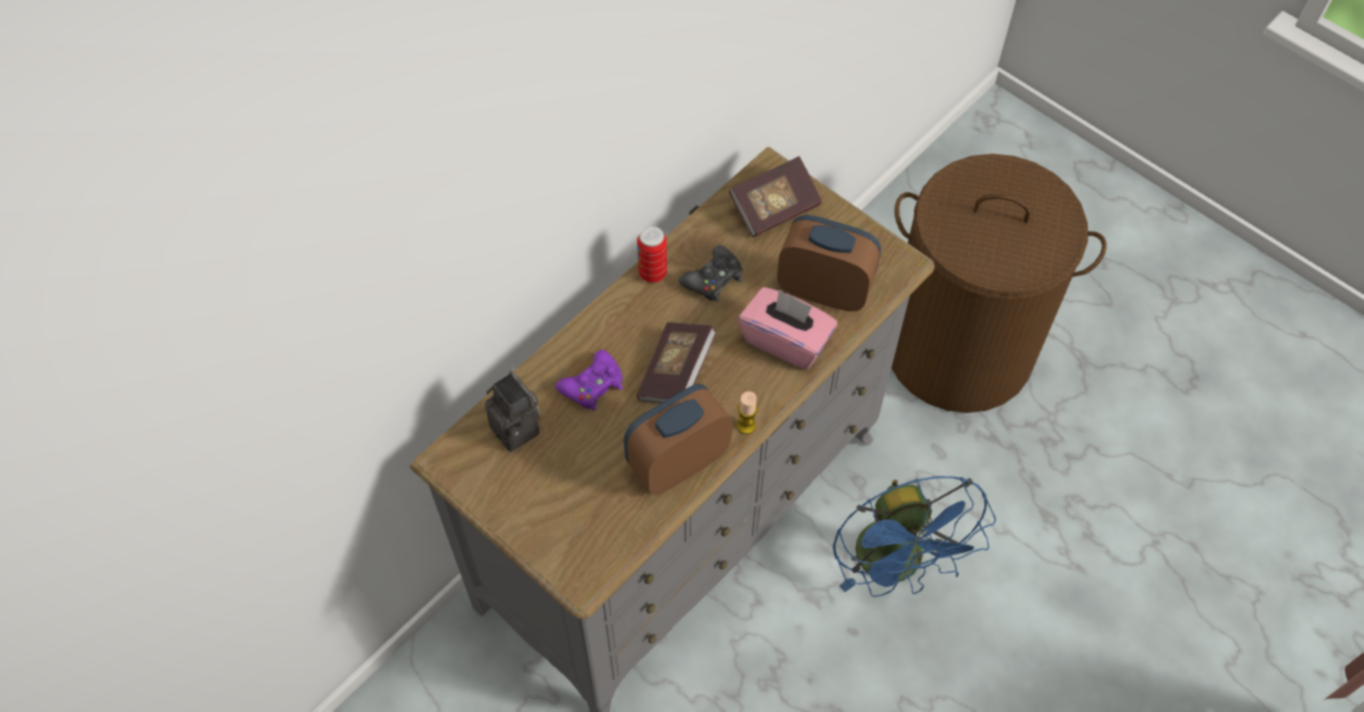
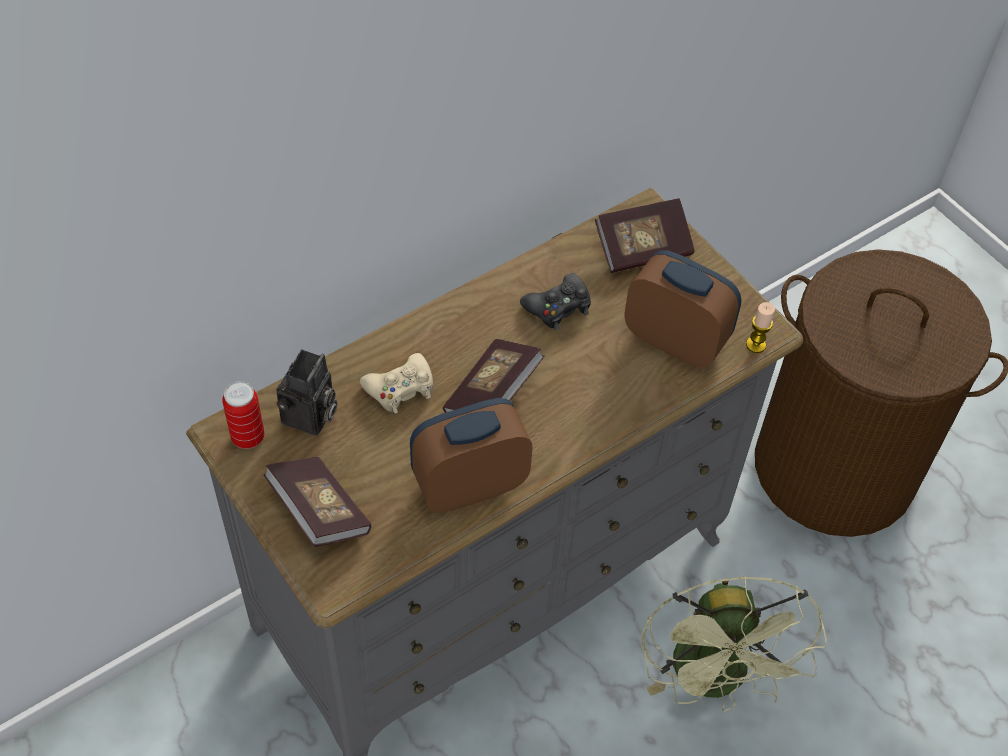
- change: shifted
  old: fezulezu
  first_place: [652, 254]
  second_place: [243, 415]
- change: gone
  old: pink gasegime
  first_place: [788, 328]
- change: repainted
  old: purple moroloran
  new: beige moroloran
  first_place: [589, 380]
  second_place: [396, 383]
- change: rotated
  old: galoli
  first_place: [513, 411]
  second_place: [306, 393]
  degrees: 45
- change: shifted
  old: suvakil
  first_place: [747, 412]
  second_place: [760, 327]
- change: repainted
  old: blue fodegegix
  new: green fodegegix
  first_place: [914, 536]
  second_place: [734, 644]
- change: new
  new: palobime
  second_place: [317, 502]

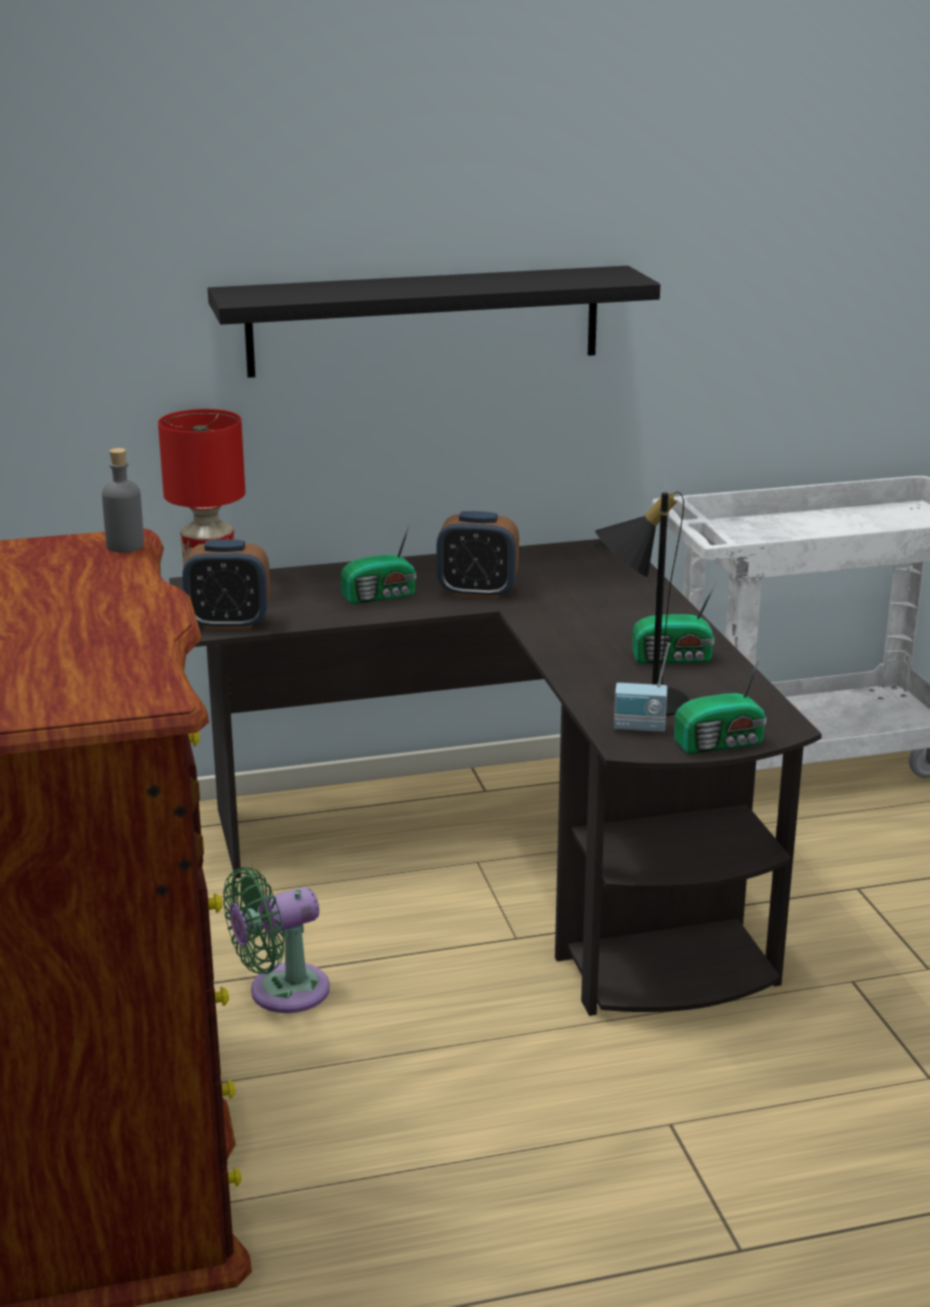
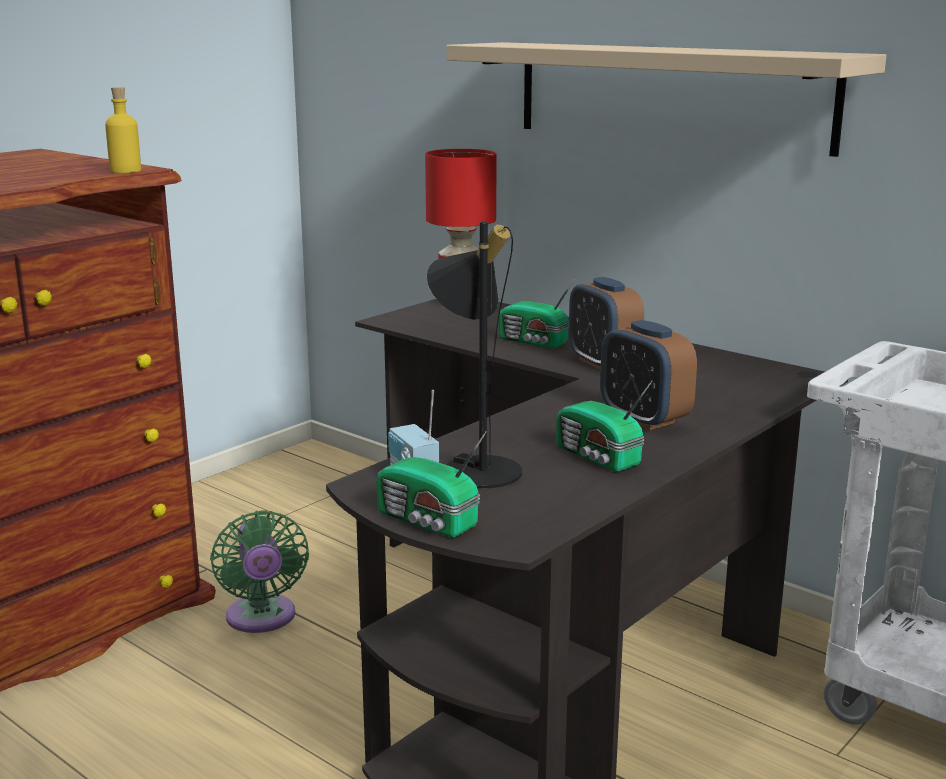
- change: repainted
  old: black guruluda
  new: beige guruluda
  first_place: [434, 322]
  second_place: [667, 99]
- change: repainted
  old: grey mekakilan
  new: yellow mekakilan
  first_place: [123, 500]
  second_place: [123, 130]
- change: shifted
  old: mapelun
  first_place: [226, 584]
  second_place: [648, 375]
- change: rotated
  old: green fodegegix
  first_place: [276, 940]
  second_place: [259, 571]
  degrees: -135

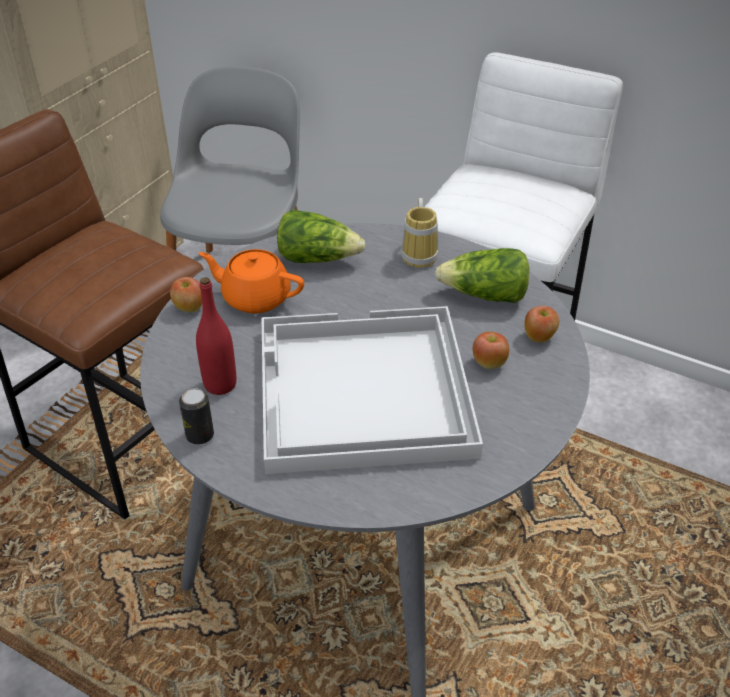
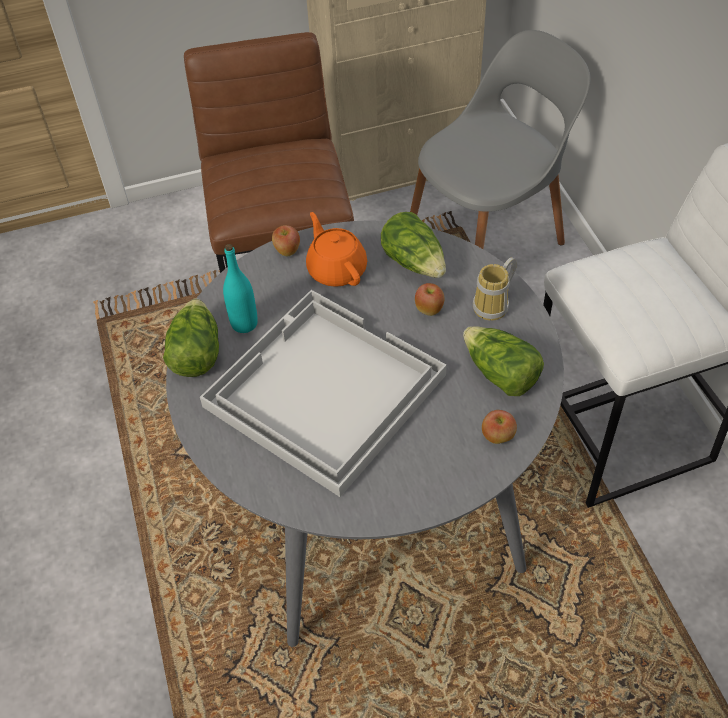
- change: repainted
  old: red mekakilan
  new: turquoise mekakilan
  first_place: [216, 336]
  second_place: [240, 288]
- change: shifted
  old: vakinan
  first_place: [491, 350]
  second_place: [430, 299]
- change: swapped
  old: fezulezu
  new: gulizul
  first_place: [196, 416]
  second_place: [191, 337]

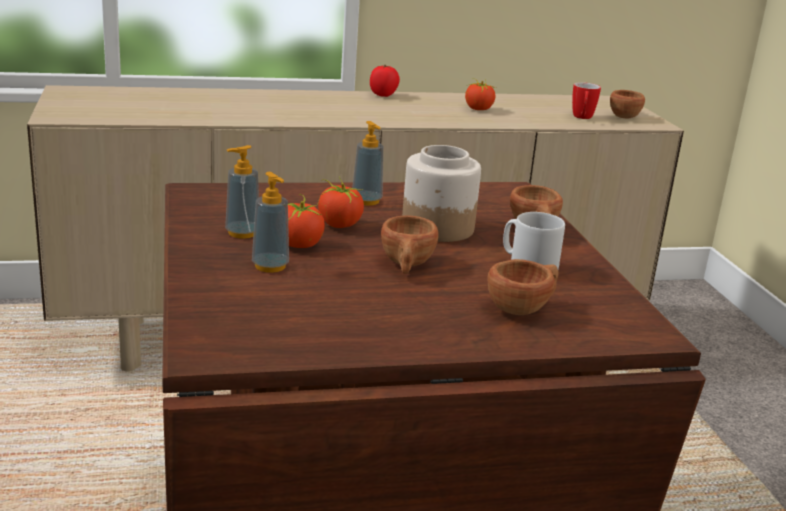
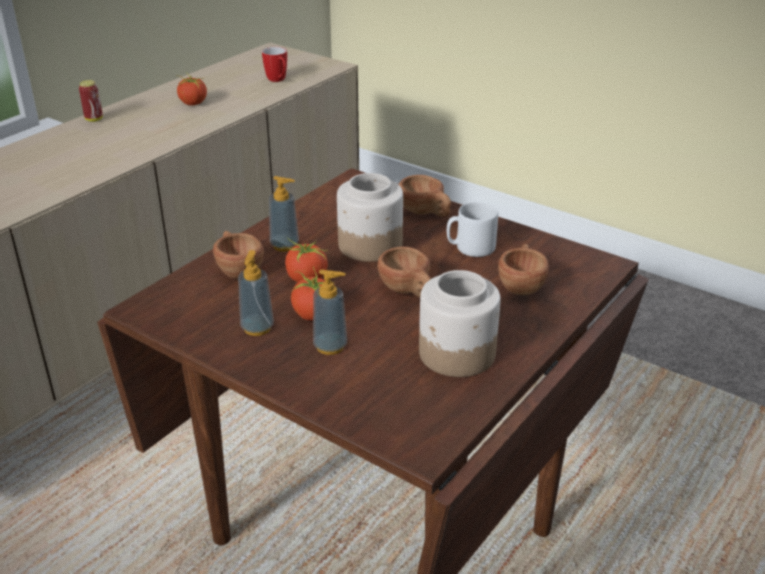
- change: swapped
  old: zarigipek
  new: fezulezu
  first_place: [385, 81]
  second_place: [91, 101]
- change: shifted
  old: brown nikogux
  first_place: [627, 104]
  second_place: [238, 255]
- change: new
  new: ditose
  second_place: [460, 323]

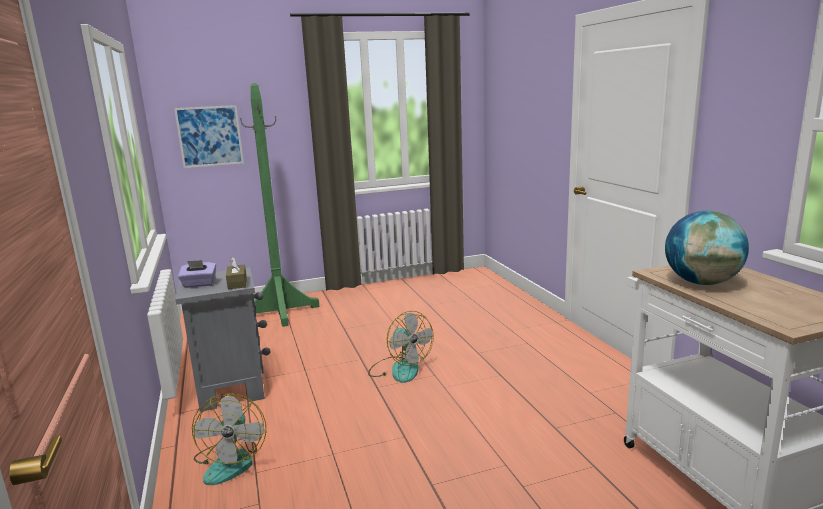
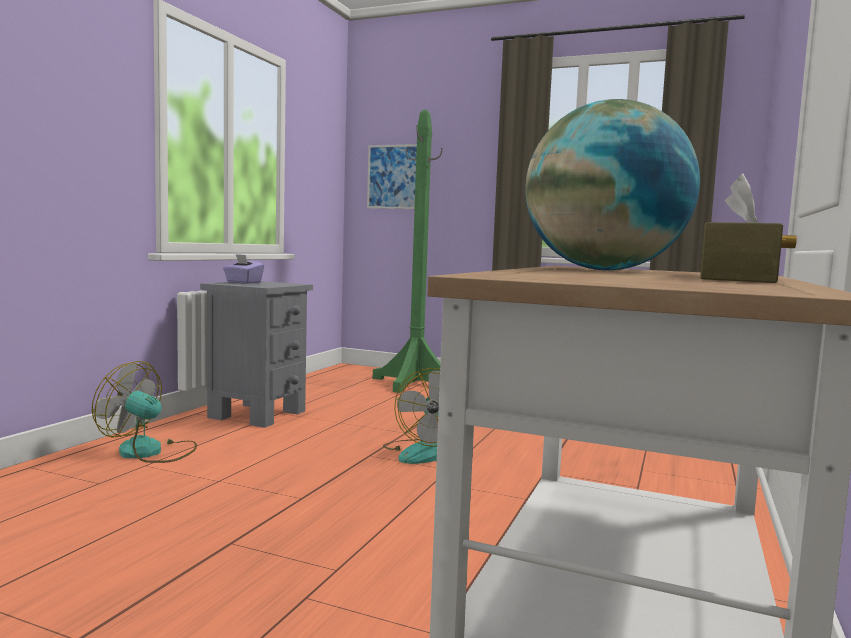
- change: shifted
  old: brown gasegime
  first_place: [236, 273]
  second_place: [741, 228]
- change: rotated
  old: fodegegix
  first_place: [229, 439]
  second_place: [144, 412]
  degrees: 75

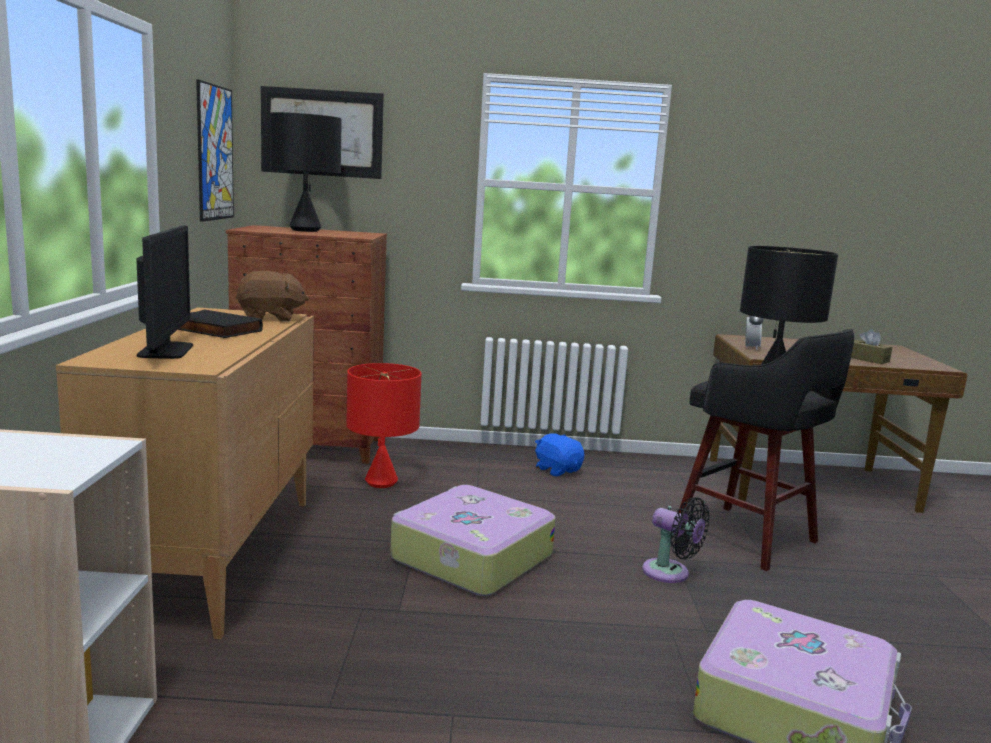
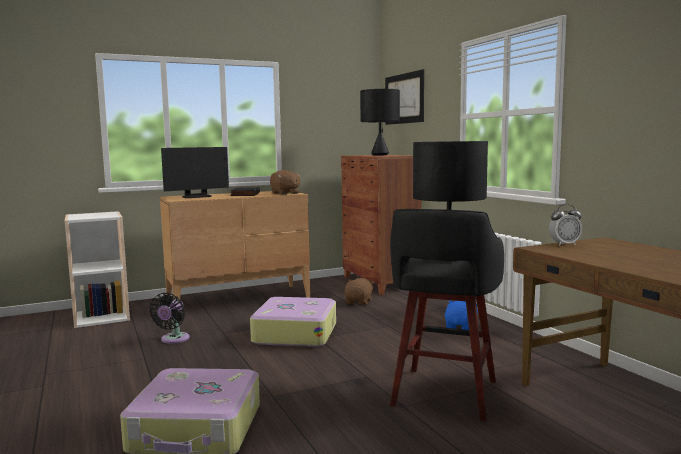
- change: gone
  old: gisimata
  first_place: [215, 150]
- change: gone
  old: brown gasegime
  first_place: [871, 346]
- change: swapped
  old: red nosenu
  new: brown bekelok
  first_place: [384, 425]
  second_place: [359, 291]
- change: shifted
  old: black fodegegix
  first_place: [676, 540]
  second_place: [169, 318]

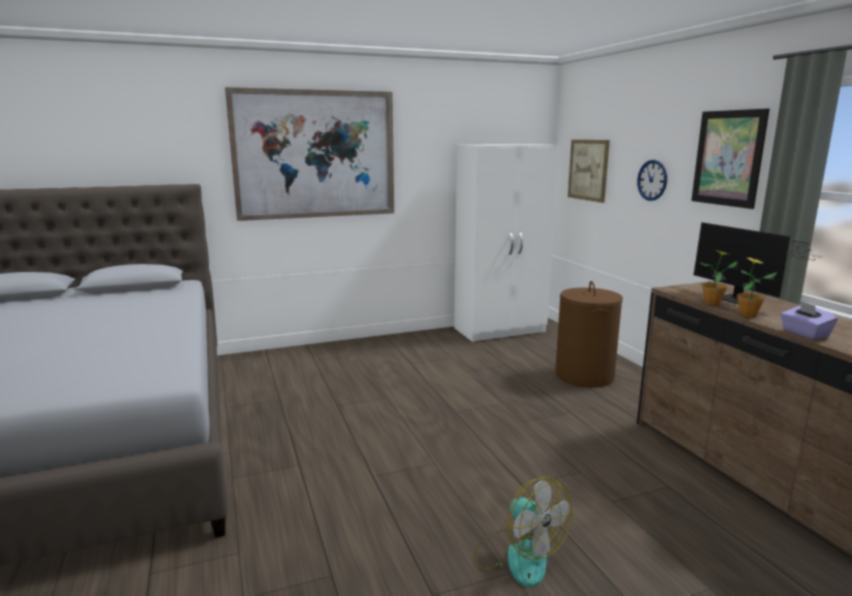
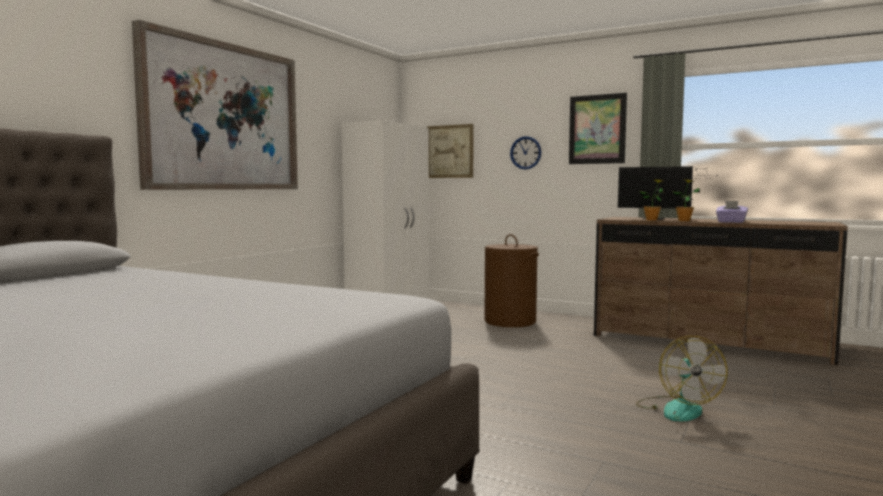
- change: rotated
  old: fodegegix
  first_place: [522, 532]
  second_place: [681, 379]
  degrees: 75

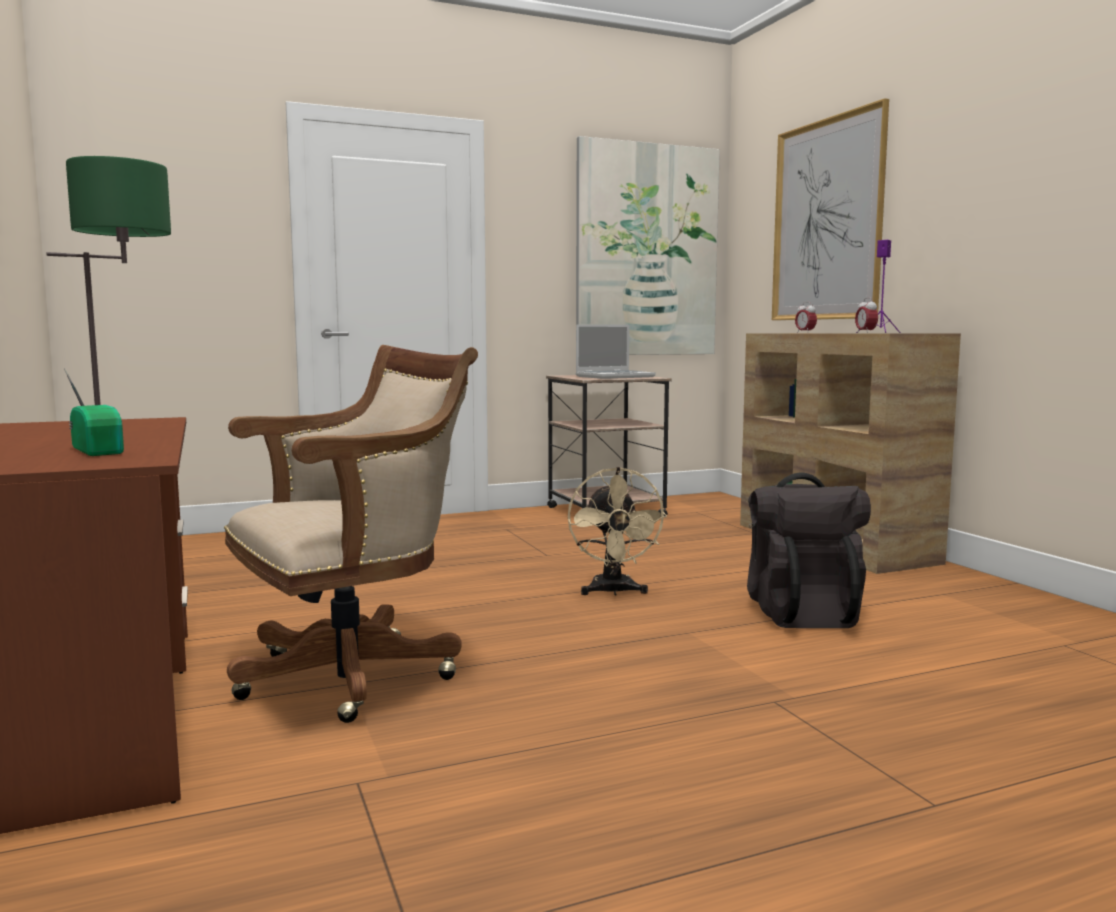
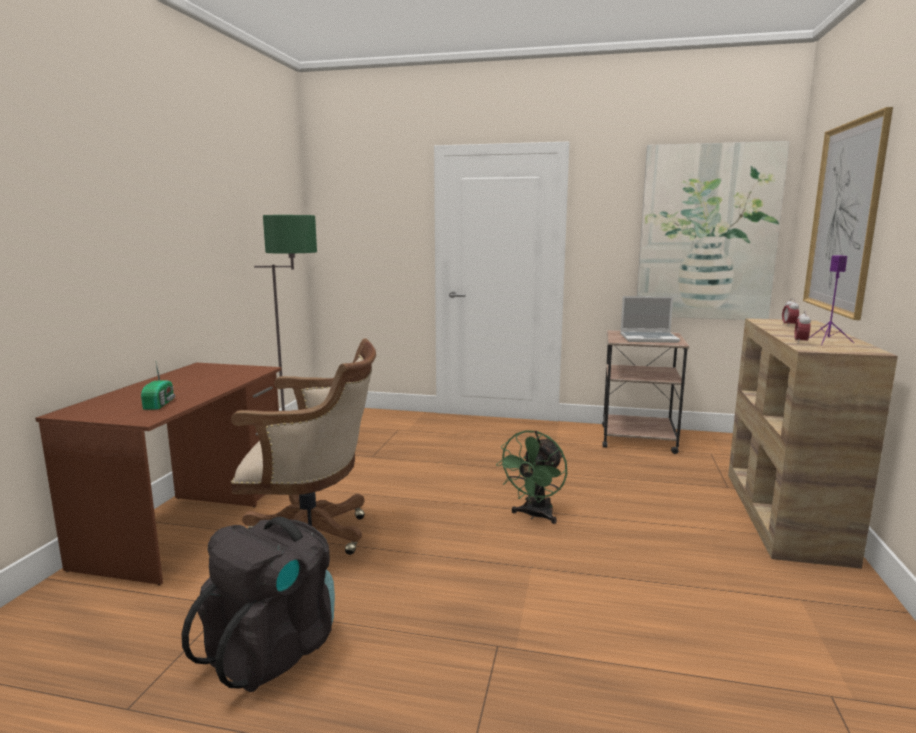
- change: repainted
  old: beige fodegegix
  new: green fodegegix
  first_place: [617, 531]
  second_place: [531, 477]
- change: shifted
  old: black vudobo
  first_place: [809, 550]
  second_place: [258, 604]

